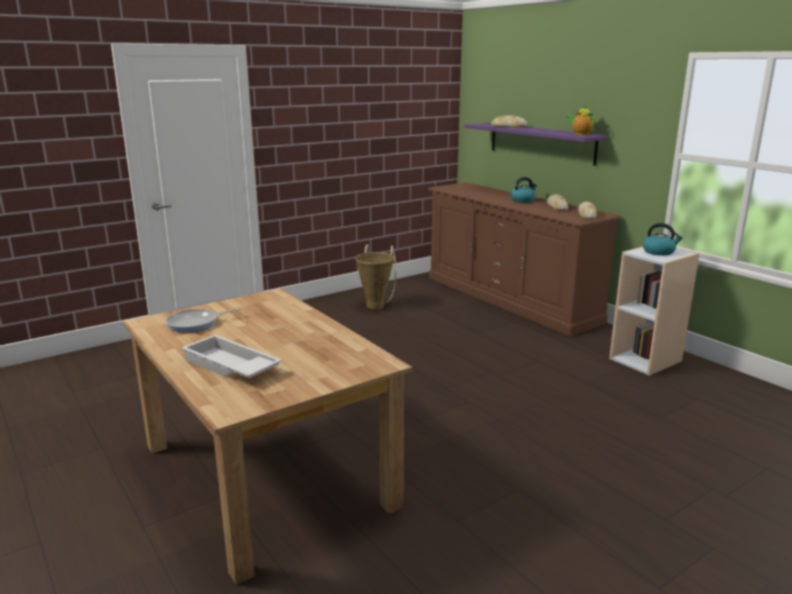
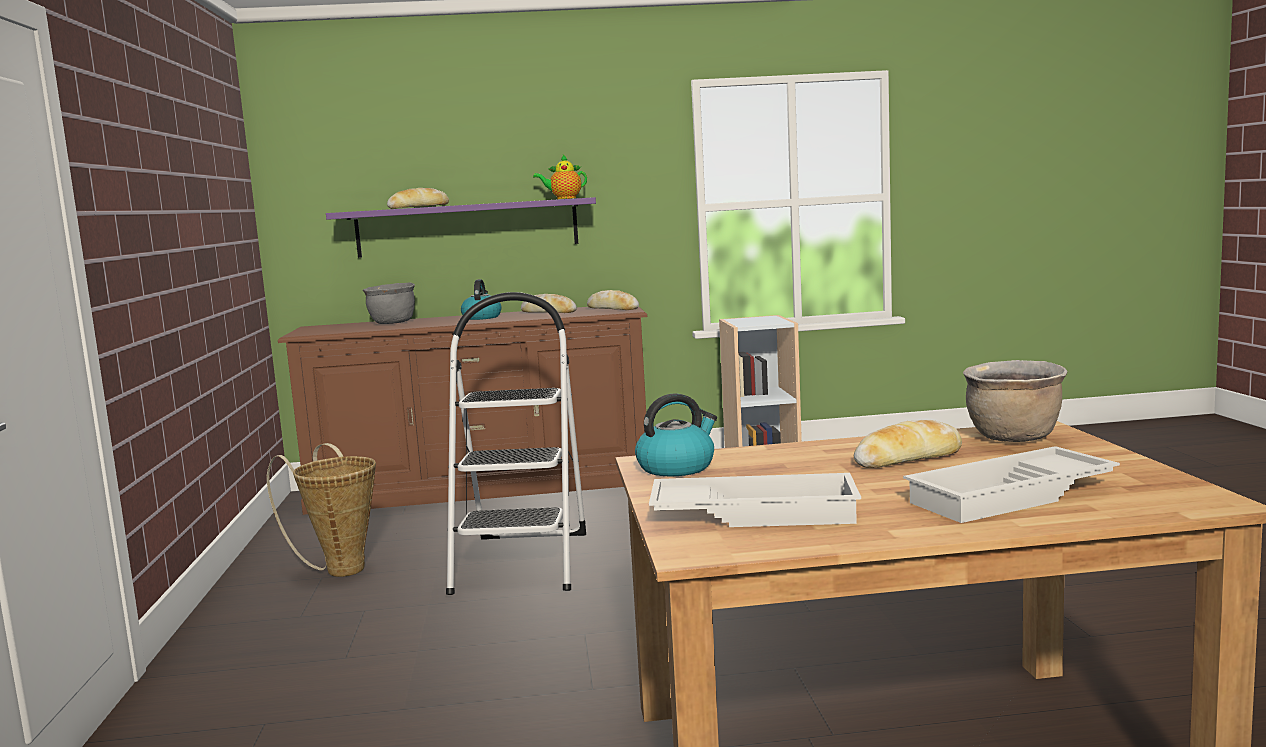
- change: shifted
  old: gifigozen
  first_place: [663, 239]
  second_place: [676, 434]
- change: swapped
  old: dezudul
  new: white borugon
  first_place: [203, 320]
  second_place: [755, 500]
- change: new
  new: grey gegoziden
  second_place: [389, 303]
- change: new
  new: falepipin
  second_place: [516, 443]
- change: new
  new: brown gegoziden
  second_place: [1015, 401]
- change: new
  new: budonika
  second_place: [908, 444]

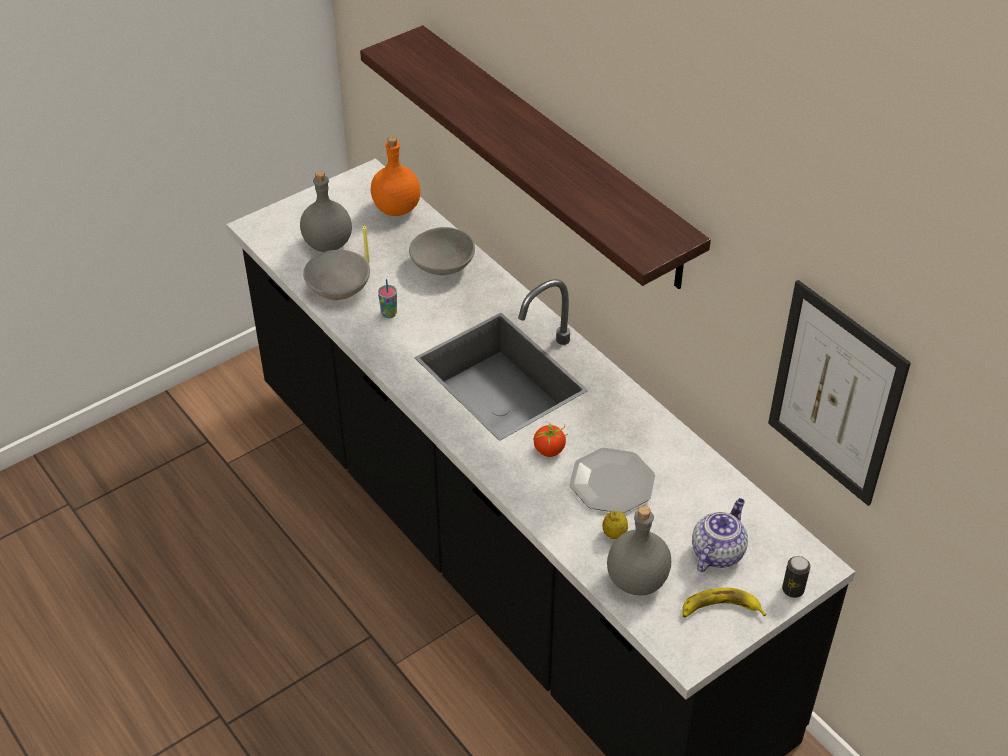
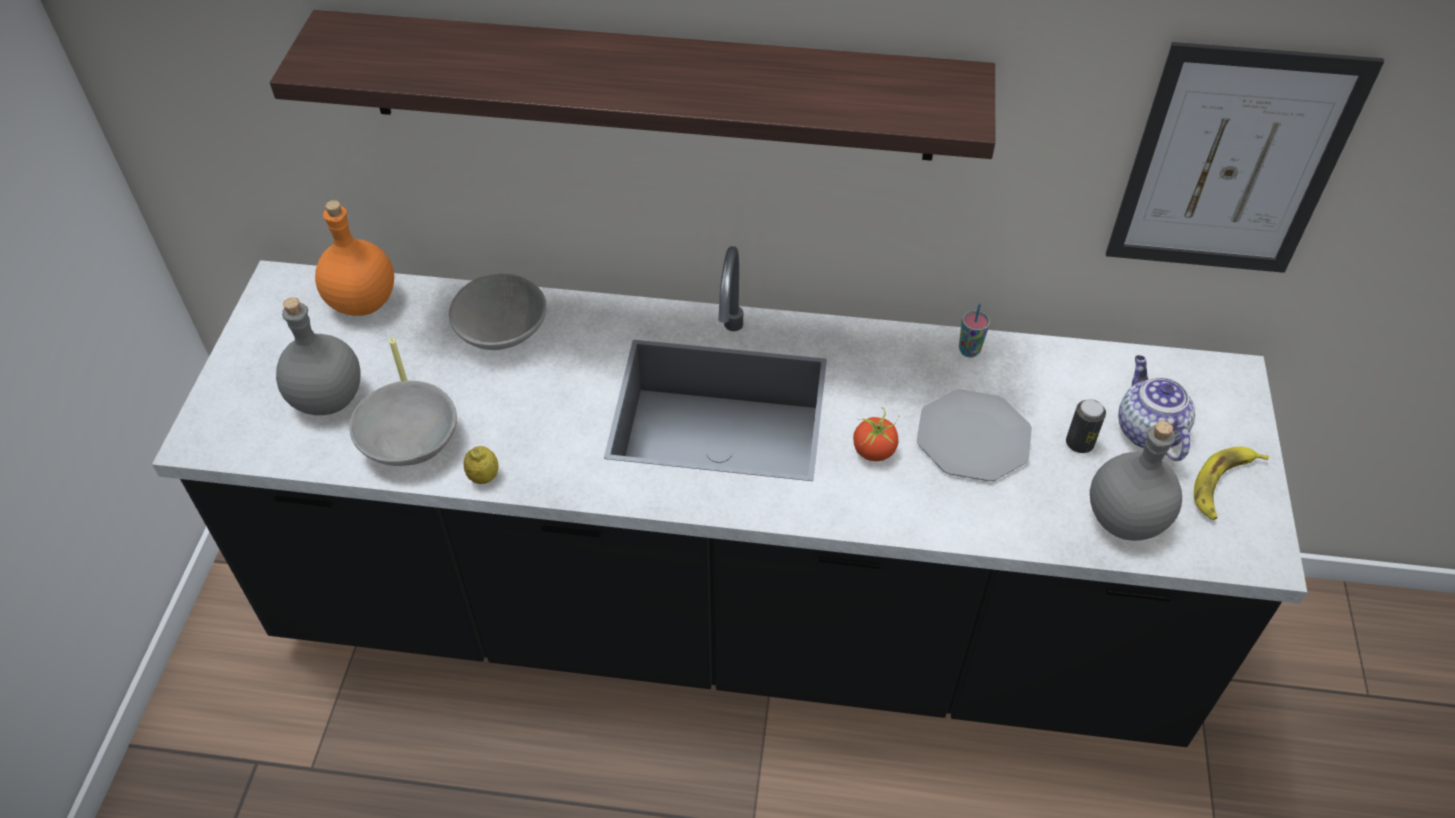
- change: shifted
  old: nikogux
  first_place: [387, 298]
  second_place: [974, 330]
- change: shifted
  old: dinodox
  first_place: [615, 525]
  second_place: [481, 465]
- change: shifted
  old: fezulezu
  first_place: [796, 577]
  second_place: [1086, 426]

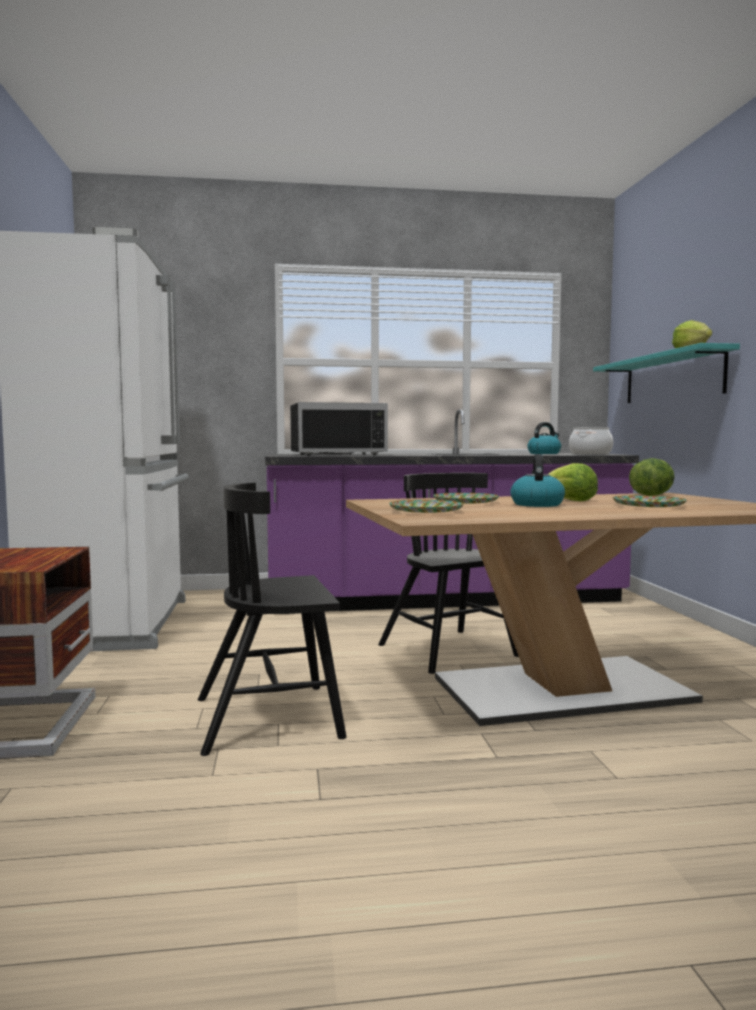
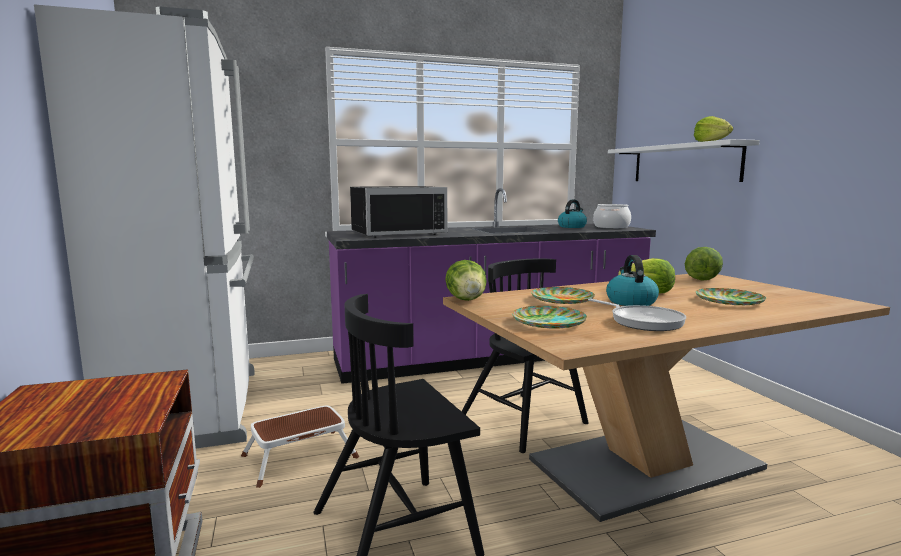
- change: repainted
  old: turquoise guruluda
  new: white guruluda
  first_place: [666, 373]
  second_place: [684, 160]
- change: new
  new: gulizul
  second_place: [466, 280]
- change: new
  new: dezudul
  second_place: [637, 315]
- change: new
  new: brown falepipin
  second_place: [300, 447]

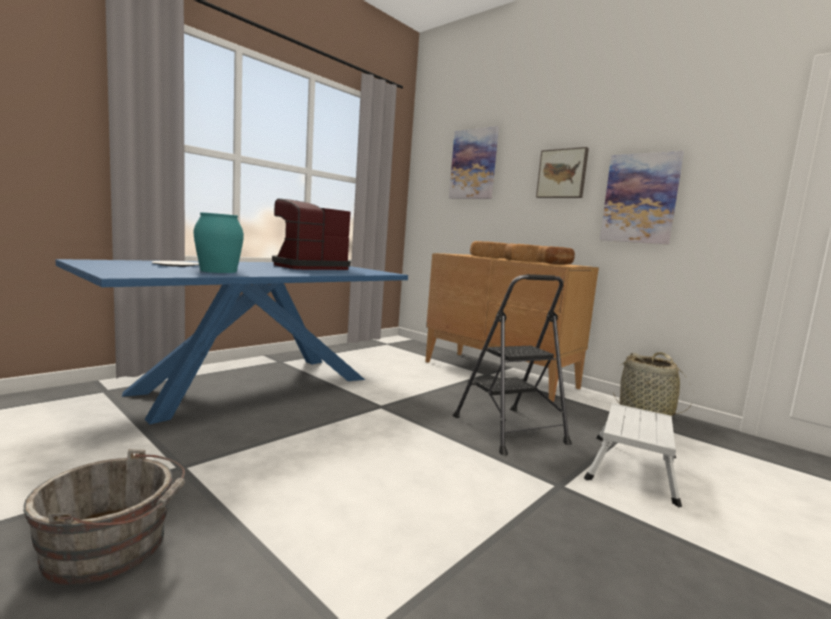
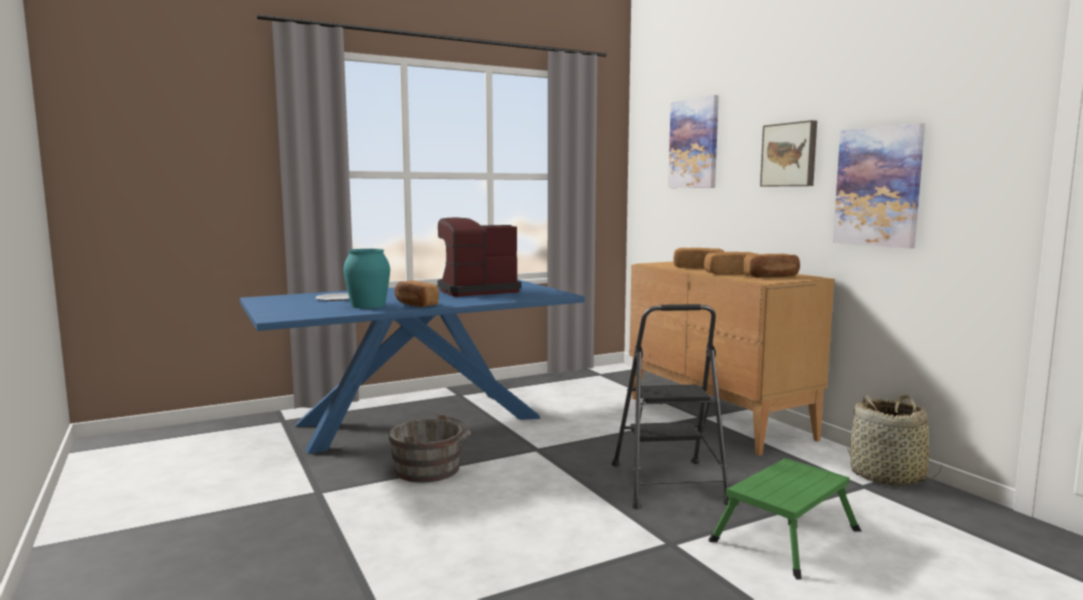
- change: repainted
  old: white falepipin
  new: green falepipin
  first_place: [633, 455]
  second_place: [785, 518]
- change: shifted
  old: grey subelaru
  first_place: [104, 517]
  second_place: [429, 447]
- change: new
  new: budonika
  second_place: [416, 293]

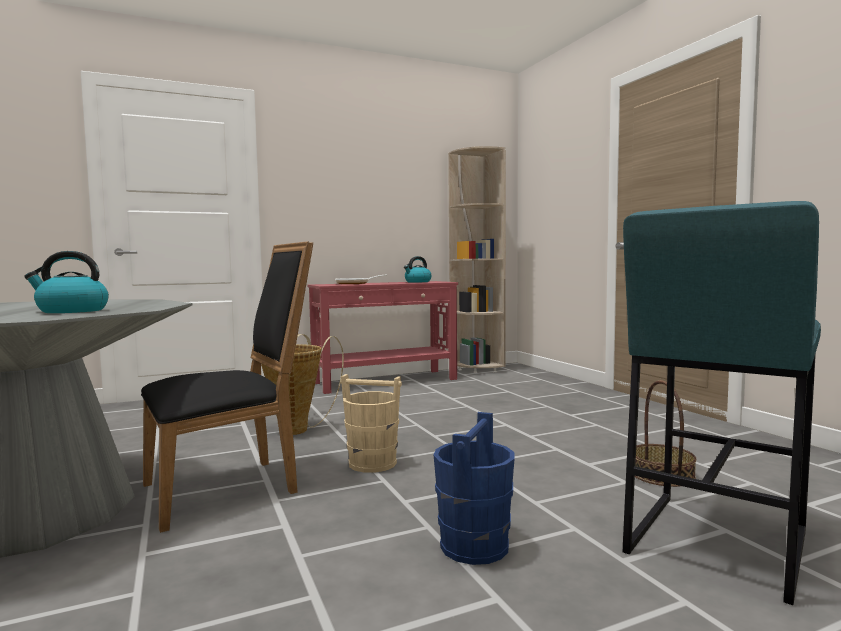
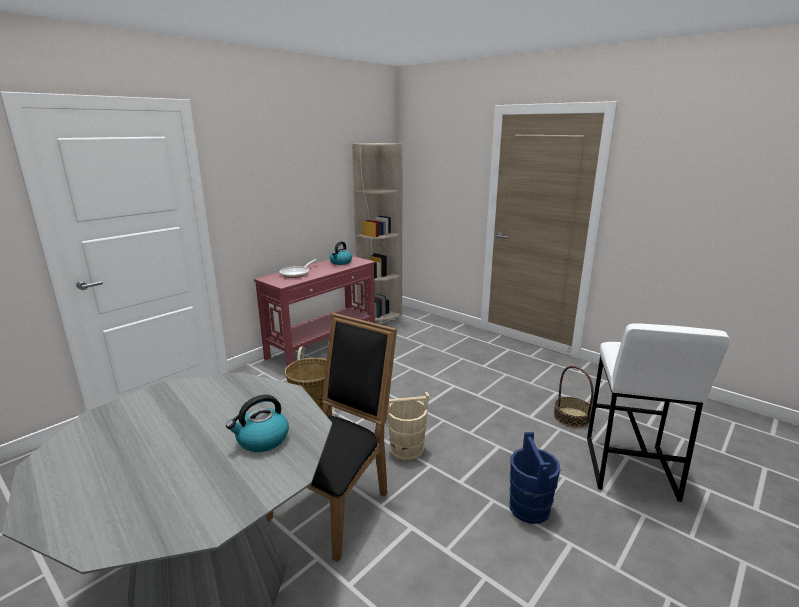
- change: repainted
  old: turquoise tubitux
  new: white tubitux
  first_place: [722, 403]
  second_place: [658, 412]

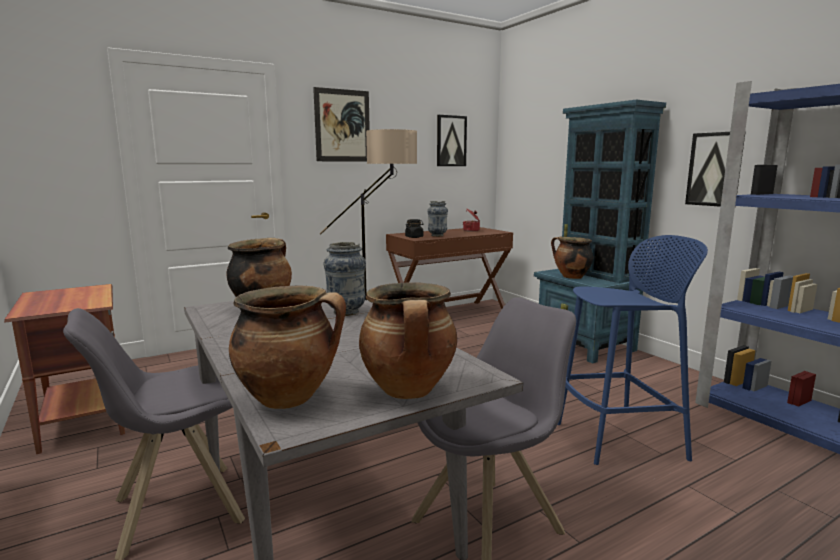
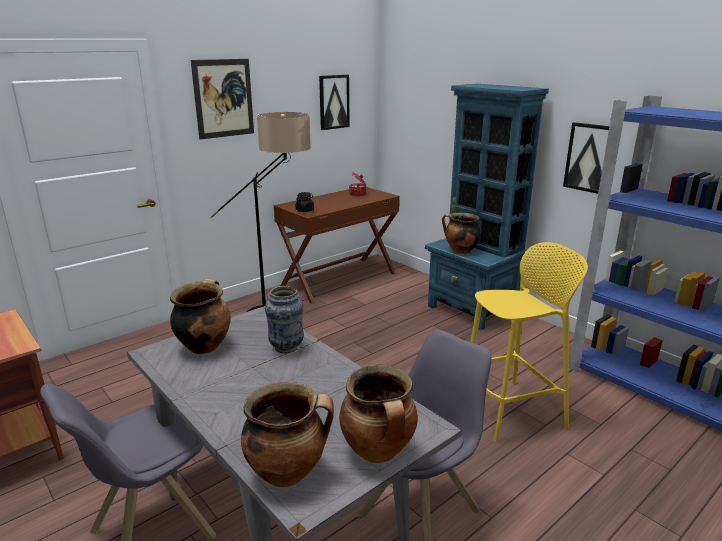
- change: gone
  old: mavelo
  first_place: [438, 219]
- change: repainted
  old: blue tubitux
  new: yellow tubitux
  first_place: [633, 350]
  second_place: [529, 342]

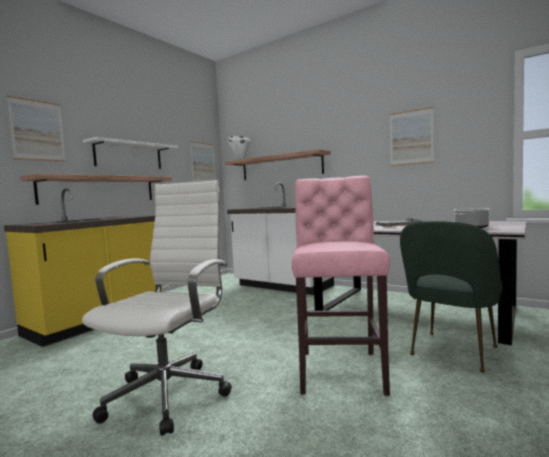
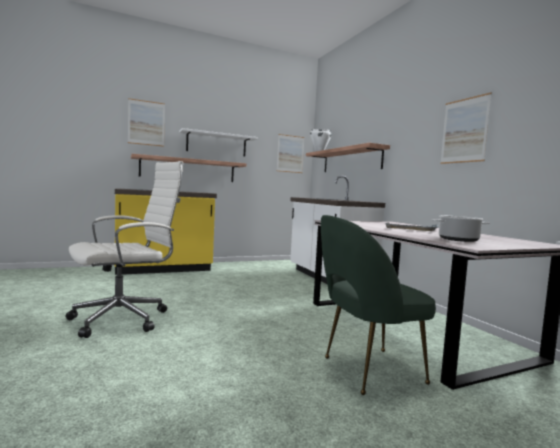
- change: gone
  old: pink tubitux
  first_place: [341, 286]

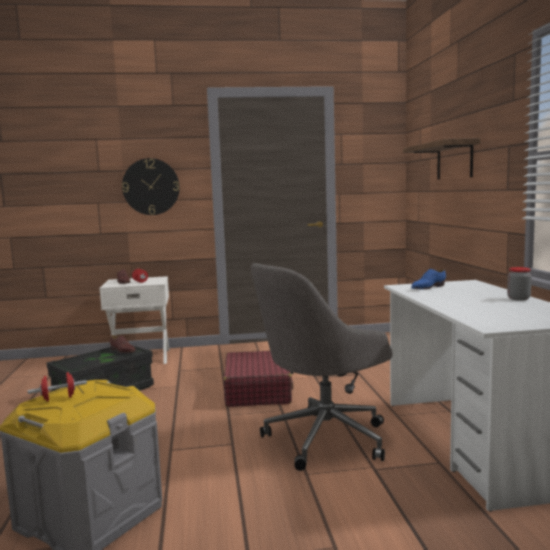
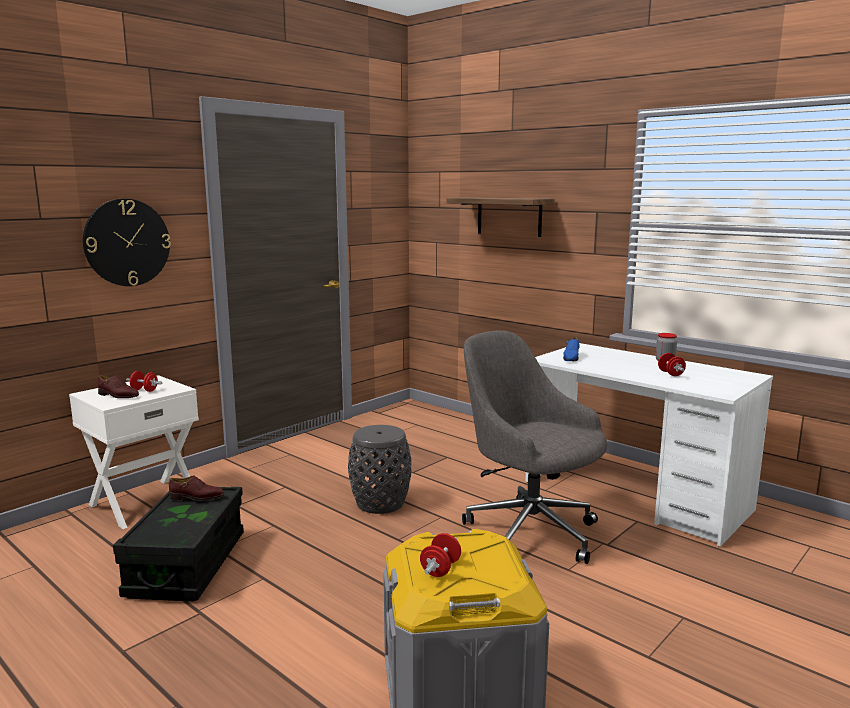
- change: rotated
  old: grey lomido
  first_place: [322, 367]
  second_place: [534, 447]
  degrees: 120
- change: swapped
  old: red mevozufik
  new: grey tubitux
  first_place: [258, 379]
  second_place: [380, 469]
- change: new
  new: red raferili
  second_place: [672, 364]

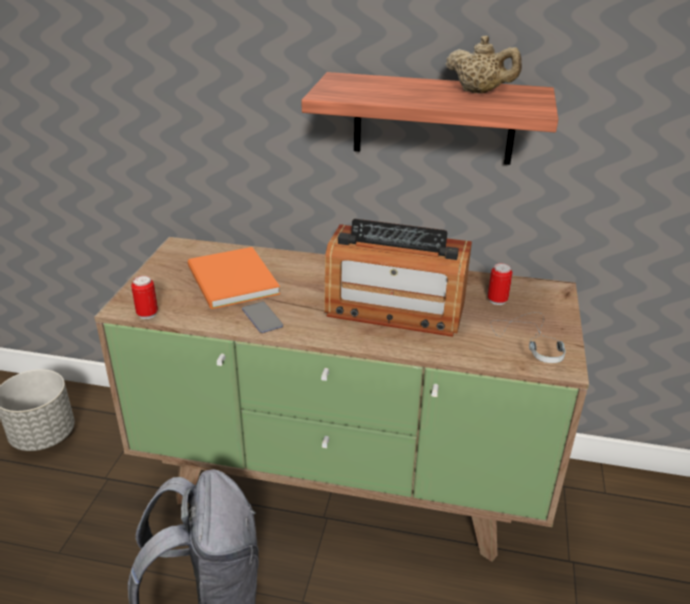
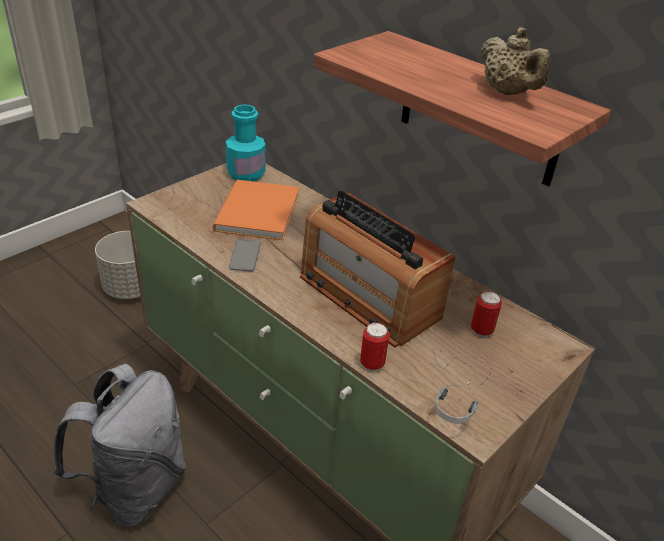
- change: shifted
  old: fezulezu
  first_place: [144, 297]
  second_place: [374, 347]
- change: new
  new: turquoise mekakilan
  second_place: [246, 143]

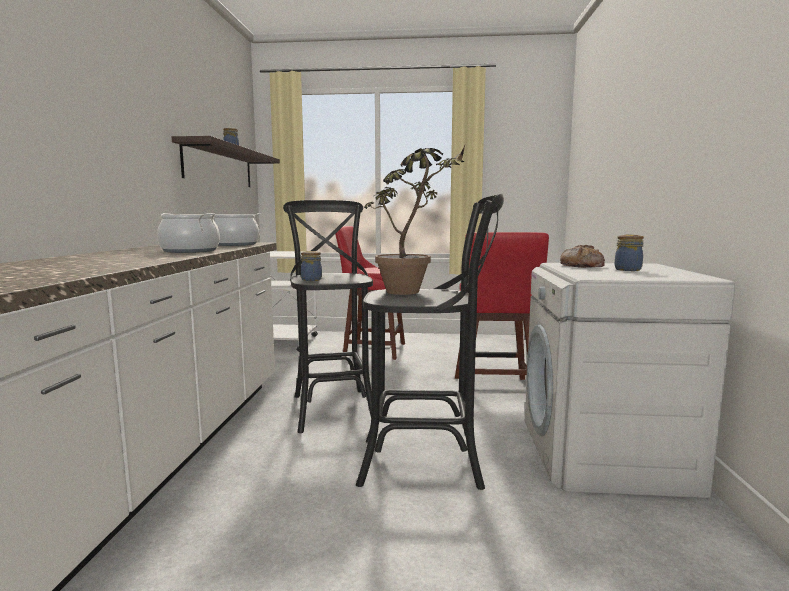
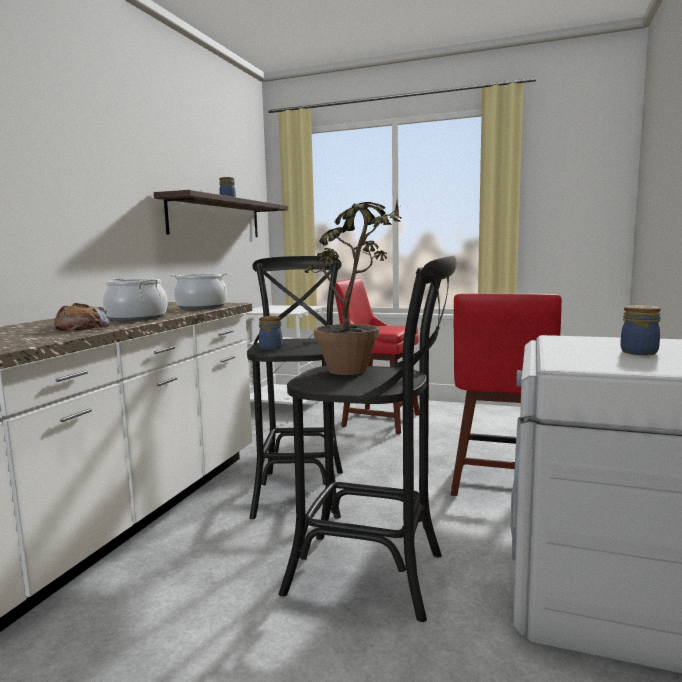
- change: shifted
  old: budonika
  first_place: [582, 256]
  second_place: [81, 317]

